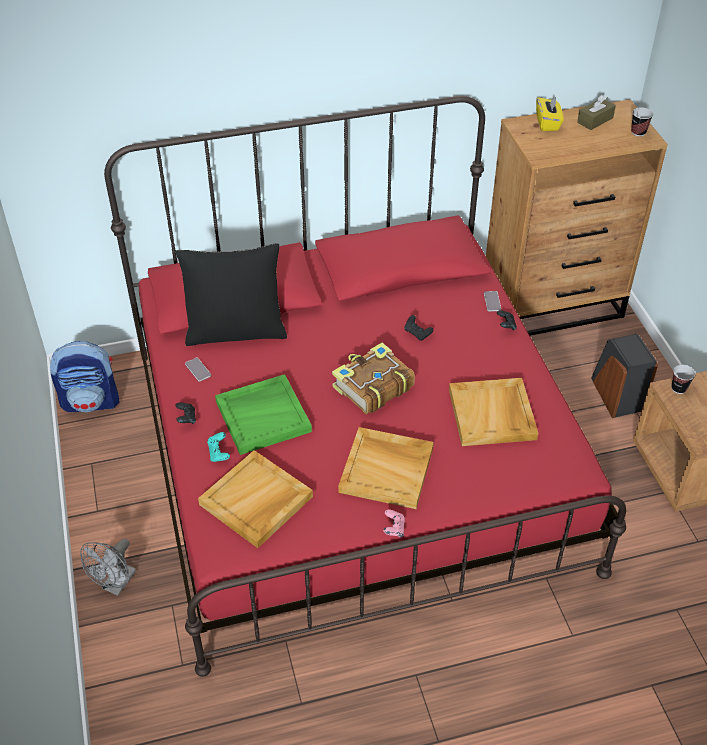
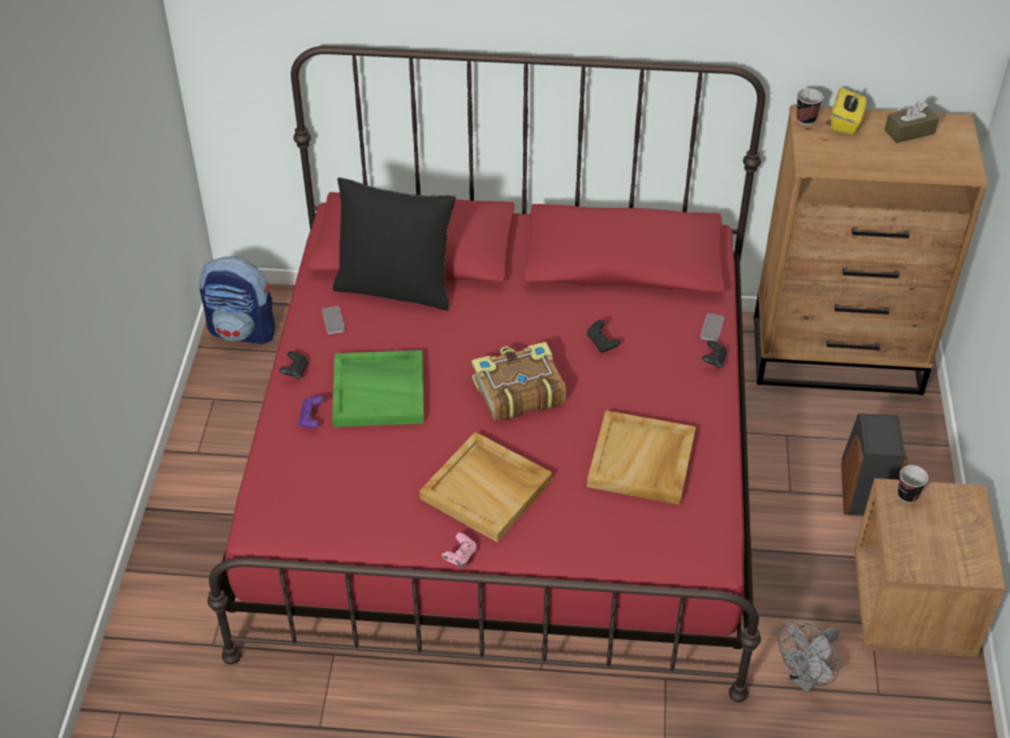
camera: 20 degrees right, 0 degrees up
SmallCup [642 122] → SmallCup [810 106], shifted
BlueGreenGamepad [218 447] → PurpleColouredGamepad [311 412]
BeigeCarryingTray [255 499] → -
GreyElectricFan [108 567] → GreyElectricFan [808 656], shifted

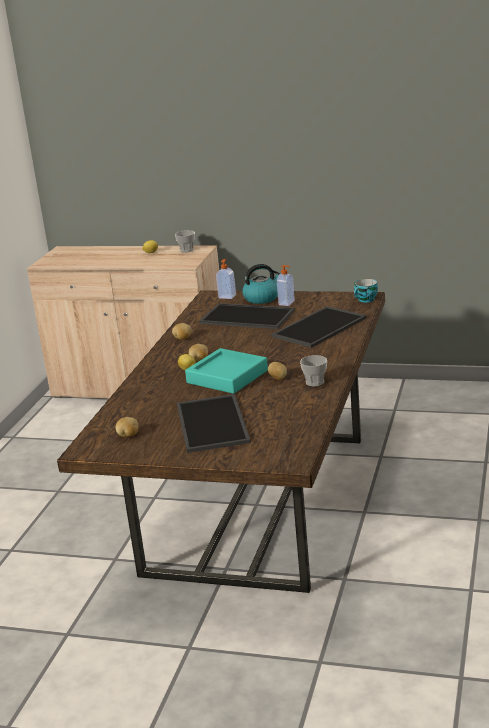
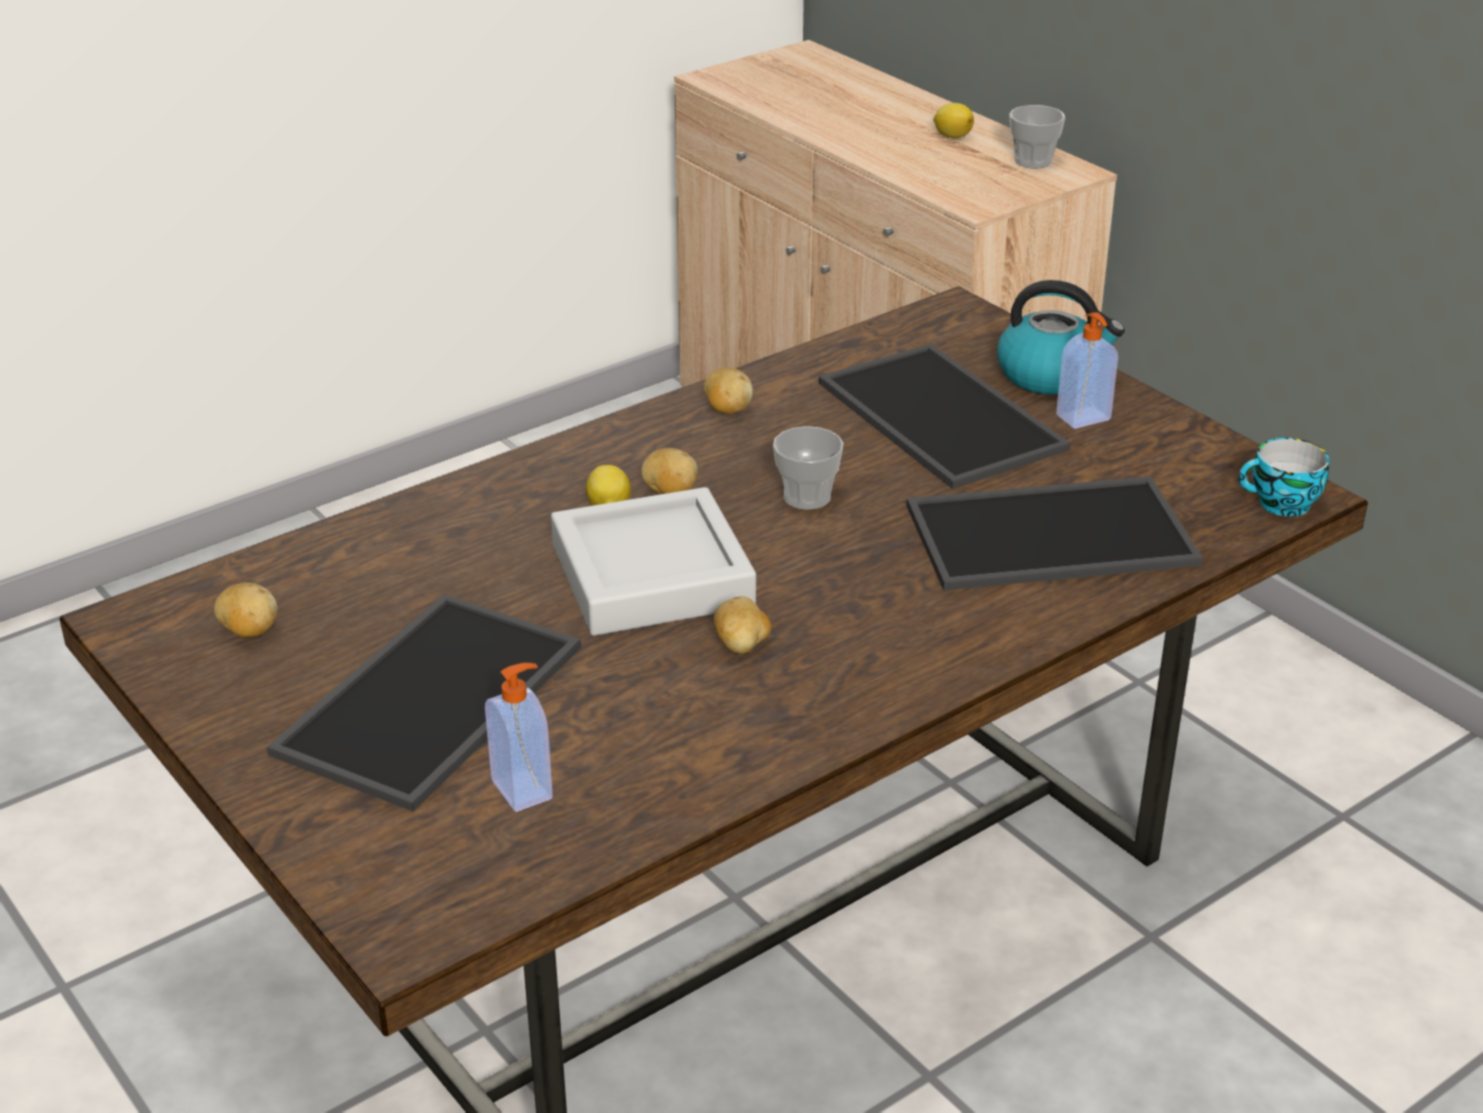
camera: 35 degrees right, 10 degrees up
SoapBottle [226 279] → SoapBottle [519 737], shifted
BlueGreenCarryingTray [226 371] → GreyCarryingTray [653 561]
SmallCup [313 371] → SmallCup [808 468], shifted

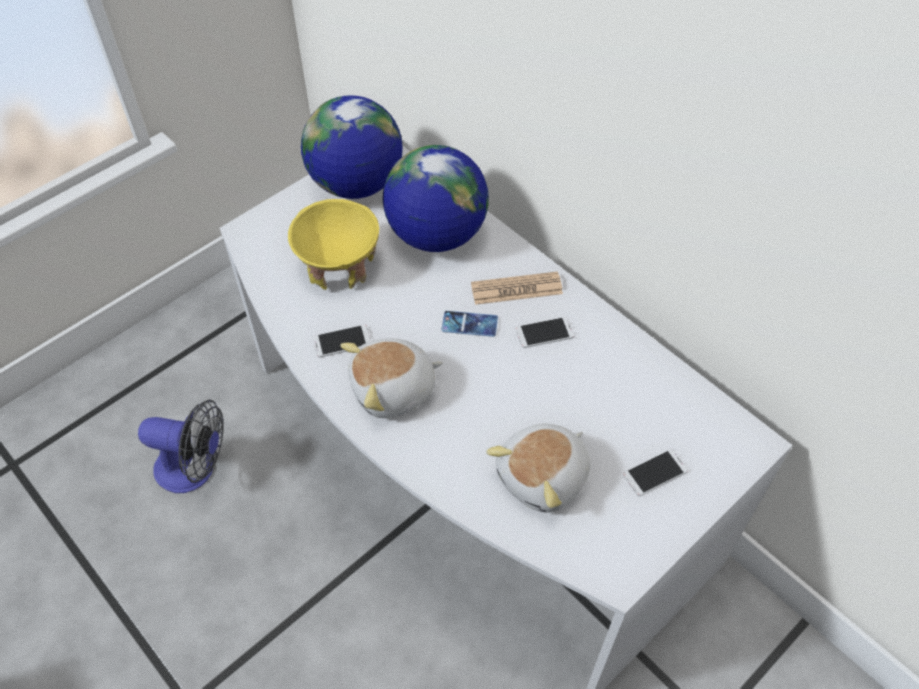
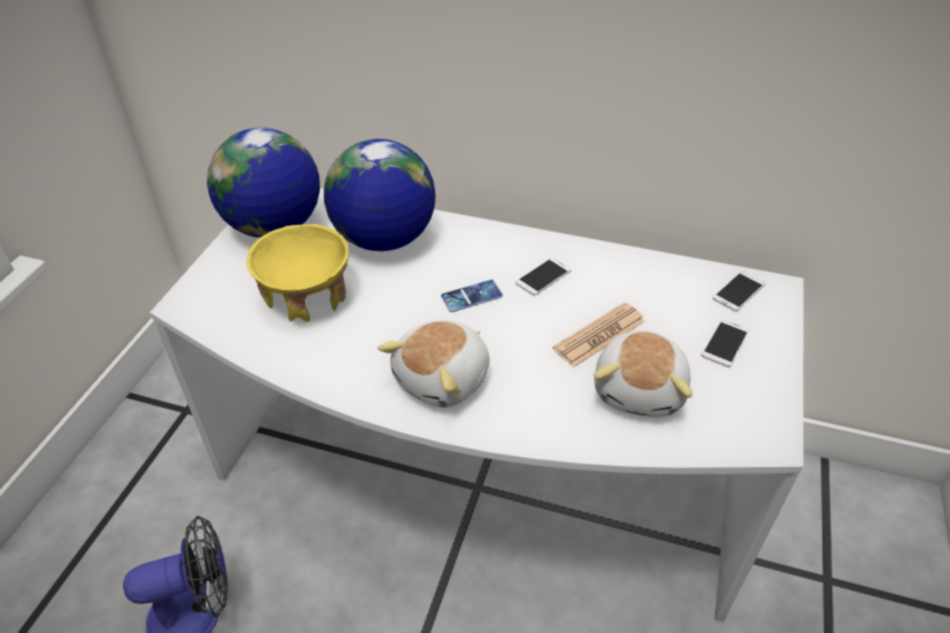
camera: 30 degrees left, 10 degrees down
DailyPaper [517 288] → DailyPaper [599 334], shifted
Telephone [342 340] → Telephone [739 291], shifted

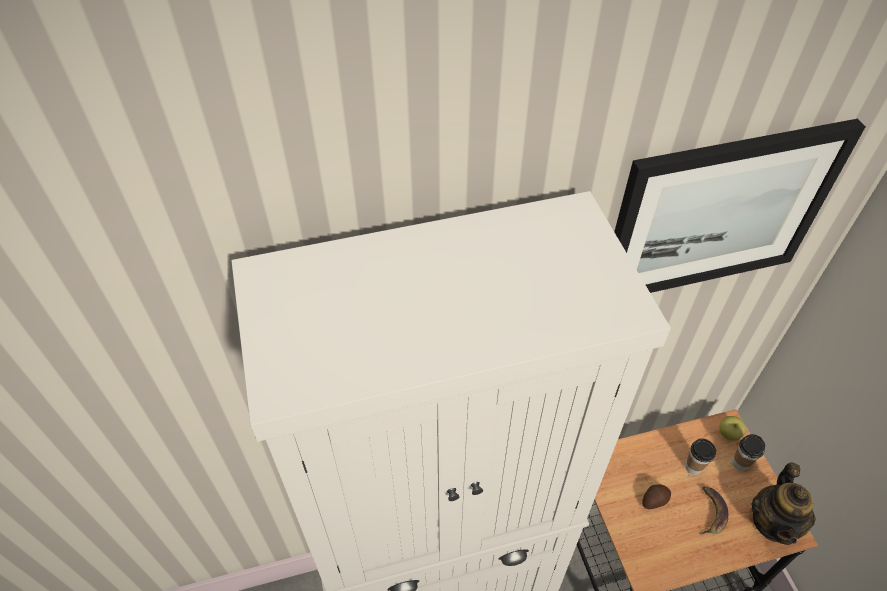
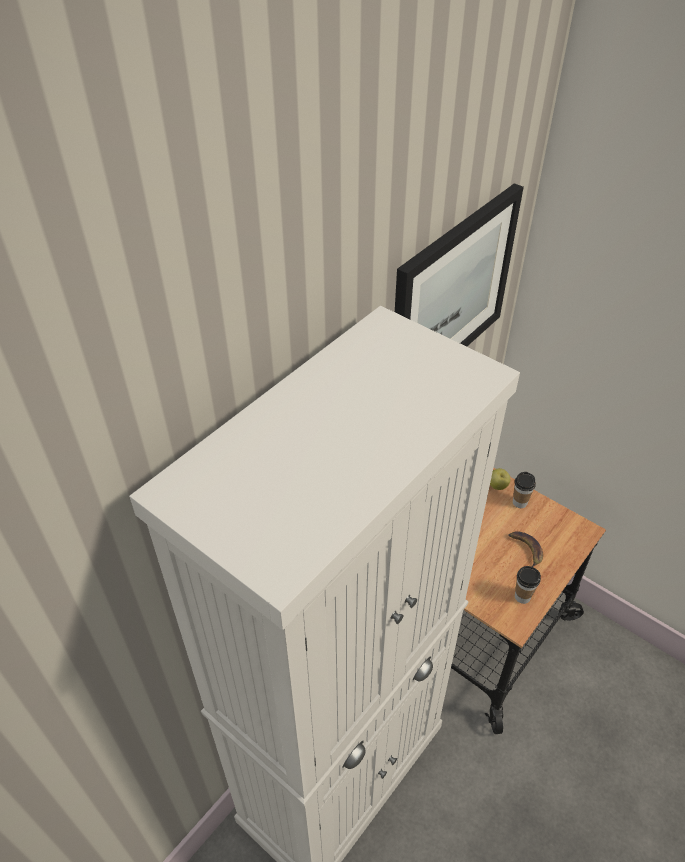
camera: 35 degrees left, 5 degrees down
SmallCup [700 456] → SmallCup [528 585], shifted
TeaPot [784 503] → -
Potato [656 496] → -

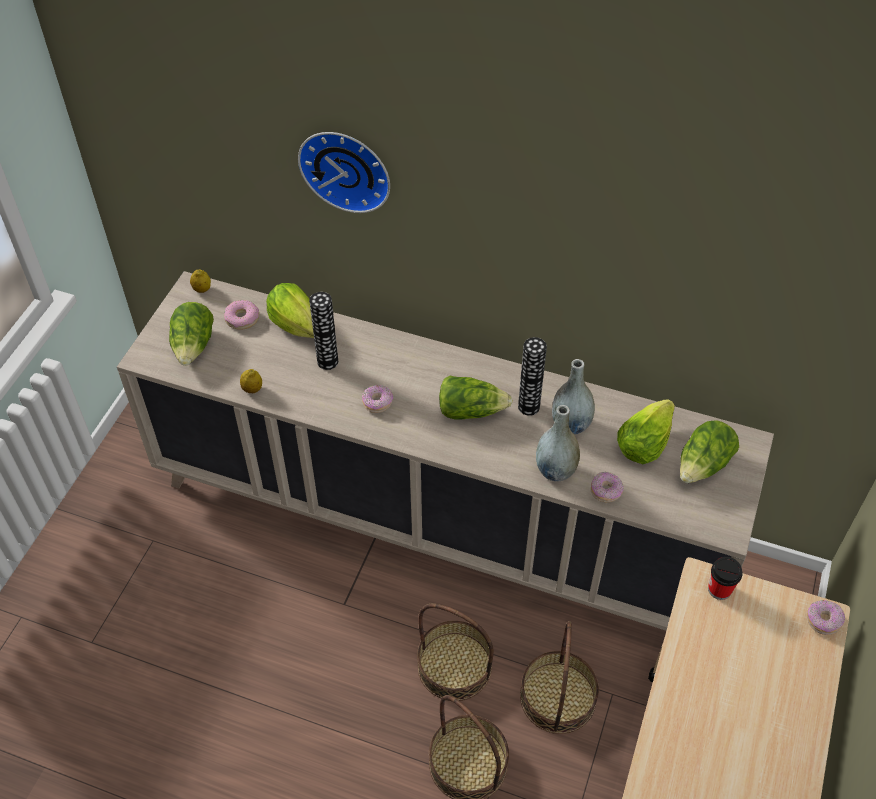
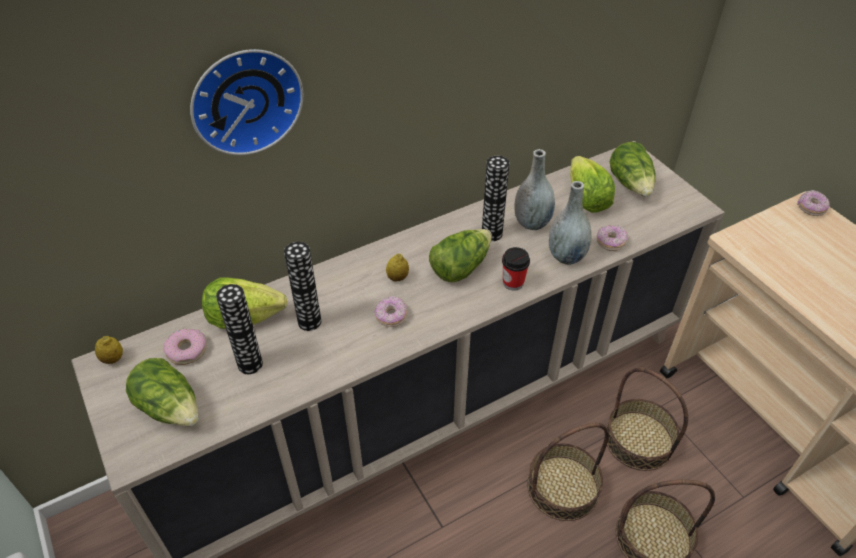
camera: 50 degrees left, 5 degrees down
Lemon [251 381] → Lemon [397 268], shifted
SmallCup [725 578] → SmallCup [516 269], shifted
- → DecorativeVase [239 329]

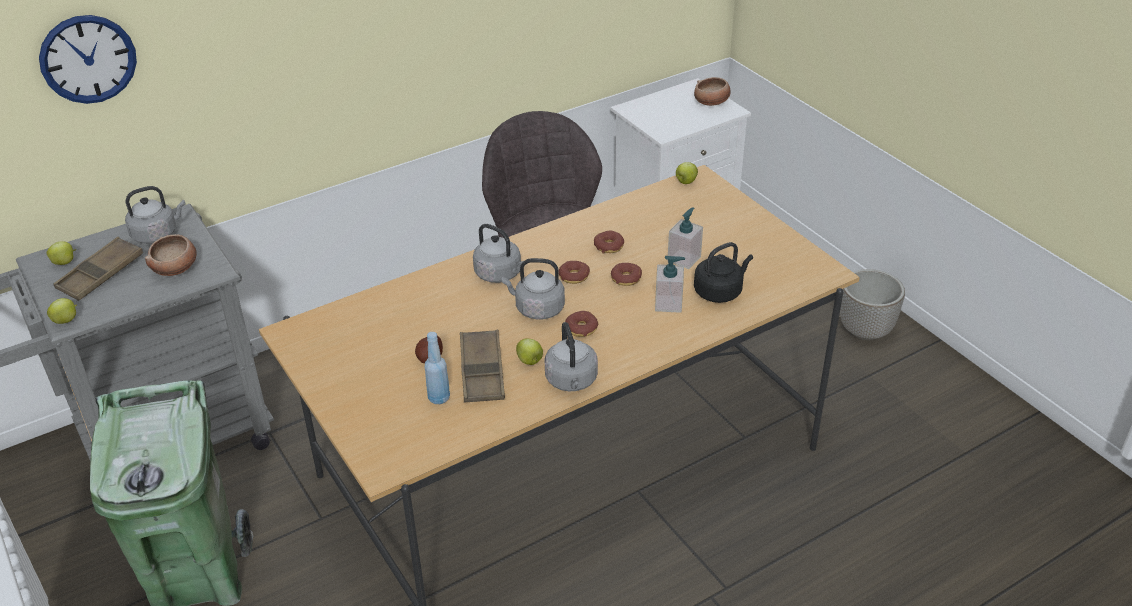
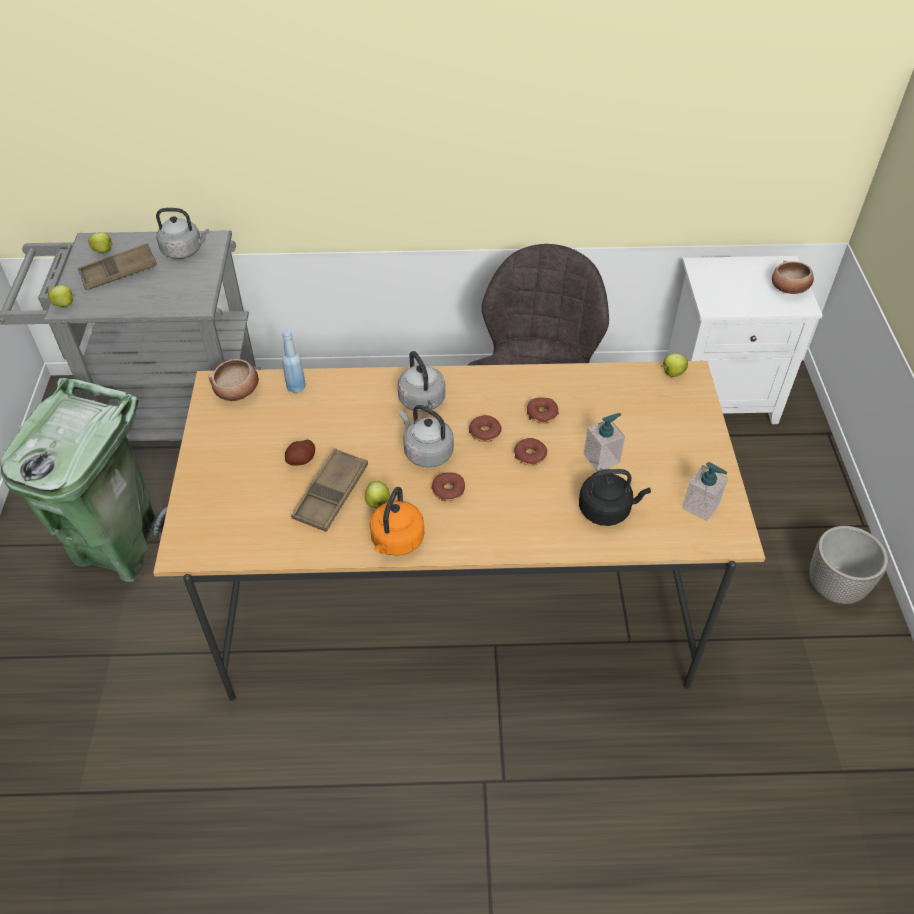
camera: 30 degrees right, 10 degrees up
ClockOnTheWall [88 59] → -
DeepDish [171 255] → DeepDish [233 380], shifted
SoapBottle [670 284] → SoapBottle [705 491], shifted
GreyKettle [571 356] → OrangeyKettle [397 521]
BlueBeverageBottle [437 368] → BlueBeverageBottle [294 361], shifted

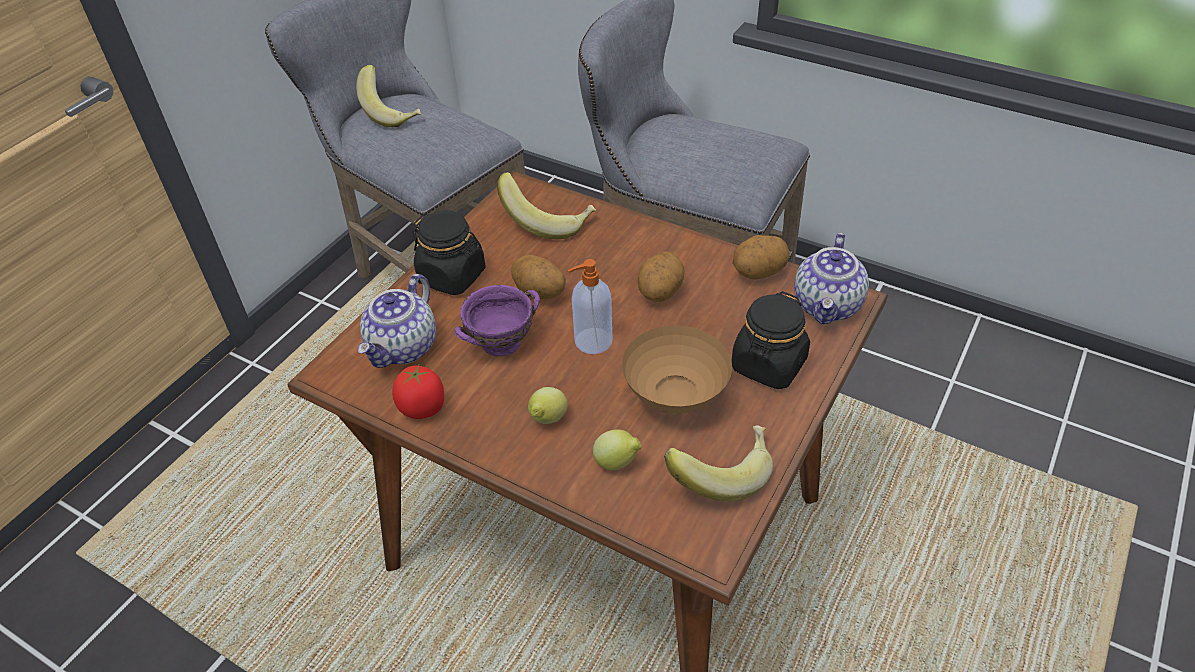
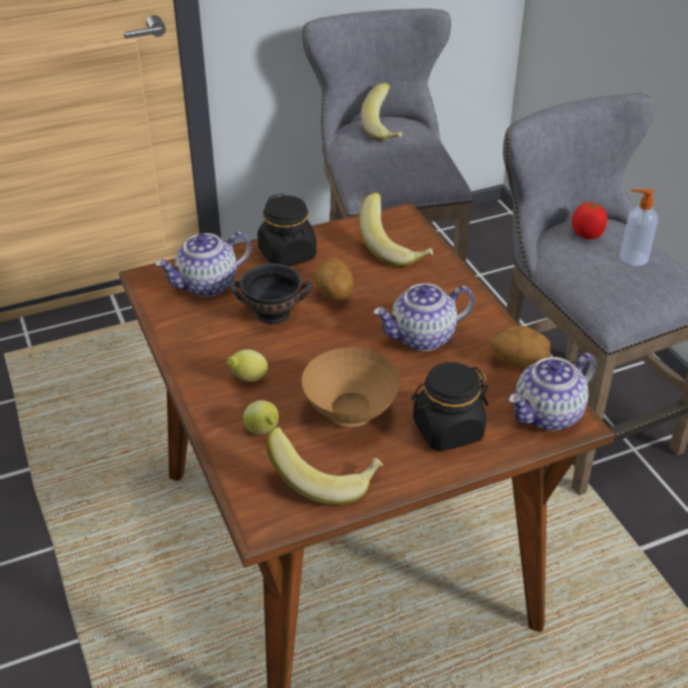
camera: 35 degrees right, 5 degrees down
Potato [661 277] → TeaPot [423 317]
SoapBottle [590 306] → SoapBottle [639 227], shifted
PurpleColouredDeepDish [497 320] → BlackColouredDeepDish [271 294]
Tomato [418 392] → Tomato [589 220], shifted

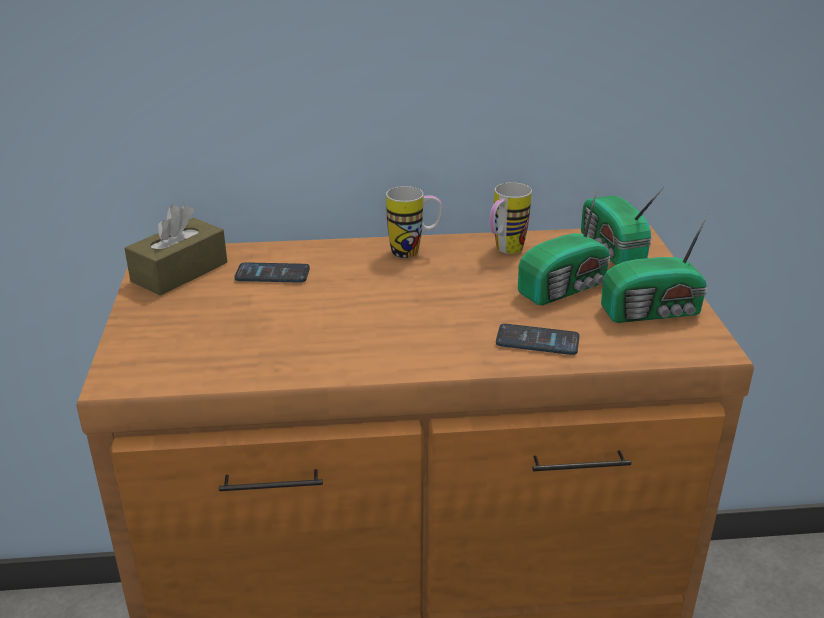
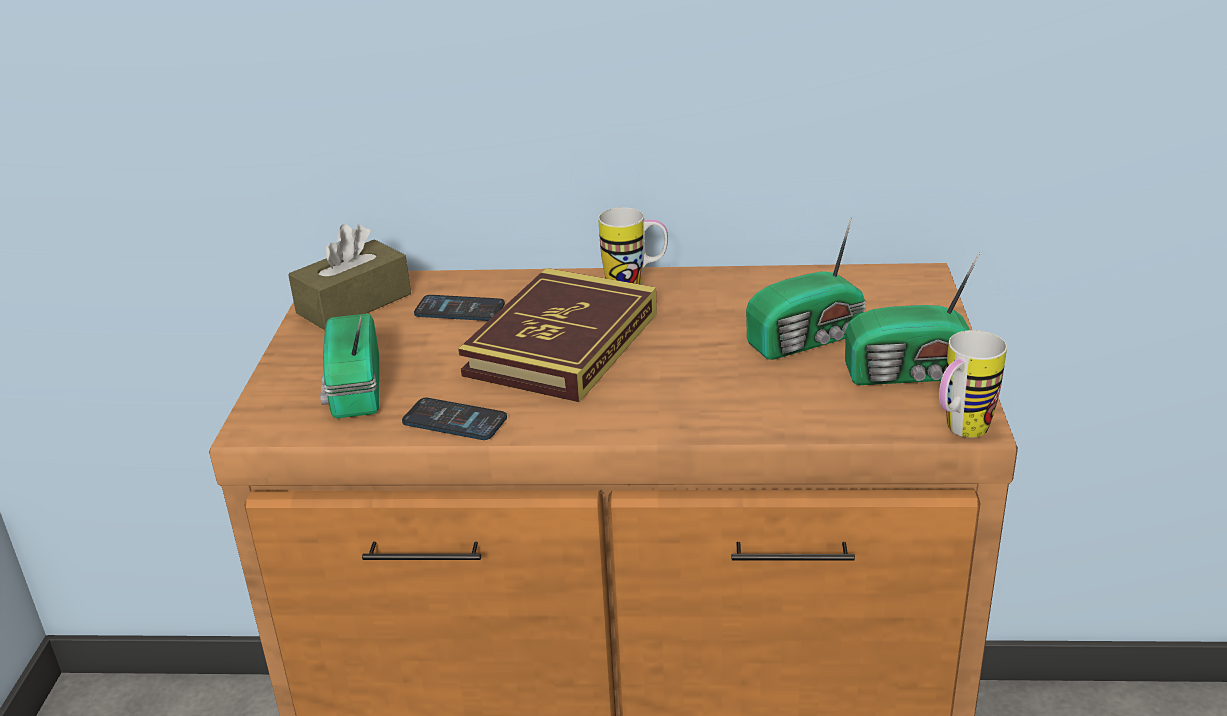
camera: 10 degrees right, 0 degrees up
CoffeeMug [511 218] → CoffeeMug [973 383], shifted
RadioSet [622 226] → RadioSet [349 366], shifted
Telephone [538 339] → Telephone [454 419], shifted
- → BoundBook [557 335]

